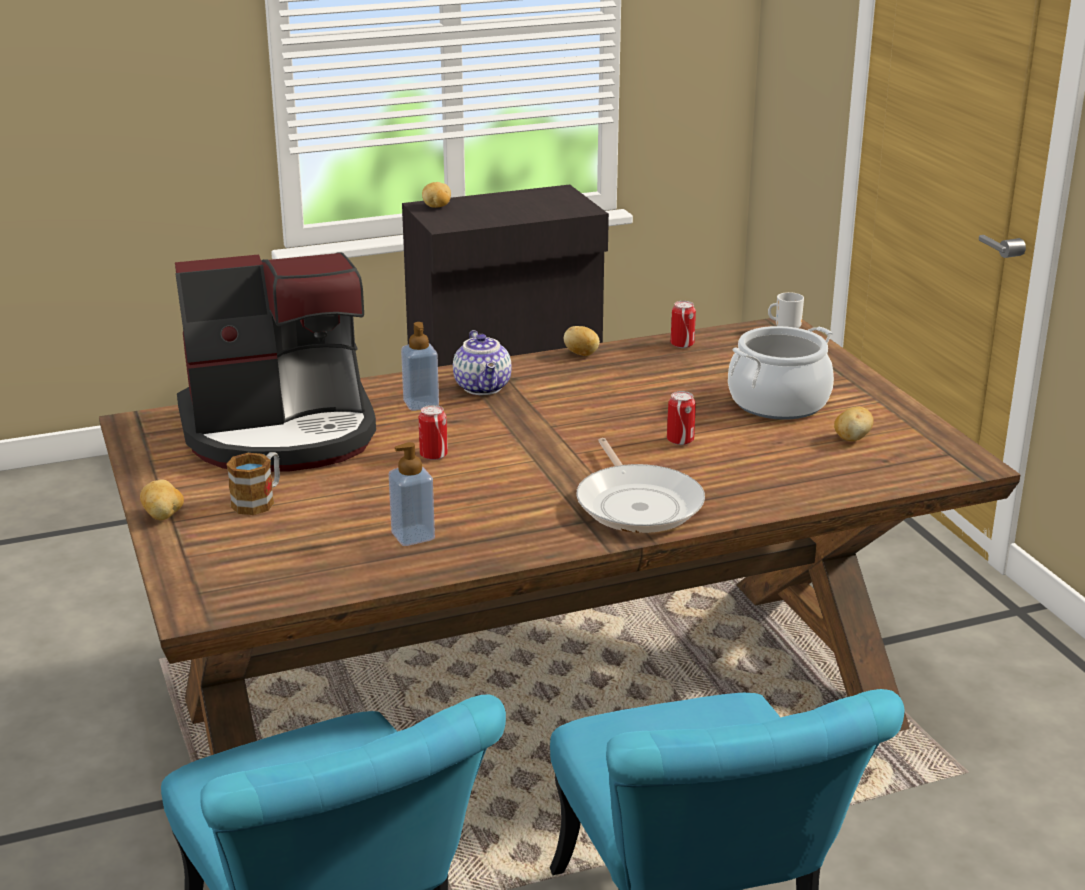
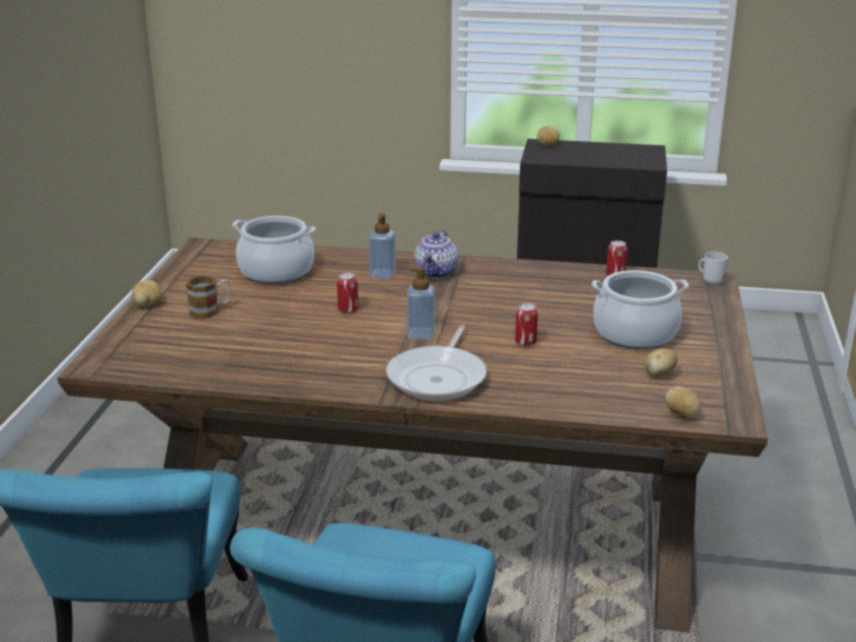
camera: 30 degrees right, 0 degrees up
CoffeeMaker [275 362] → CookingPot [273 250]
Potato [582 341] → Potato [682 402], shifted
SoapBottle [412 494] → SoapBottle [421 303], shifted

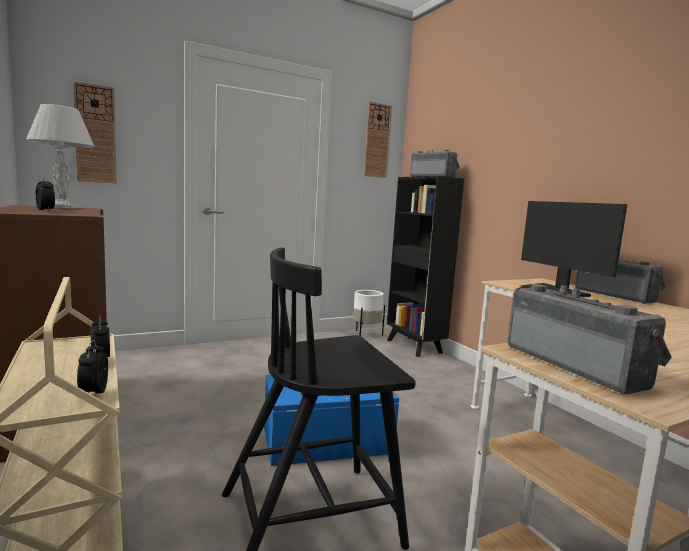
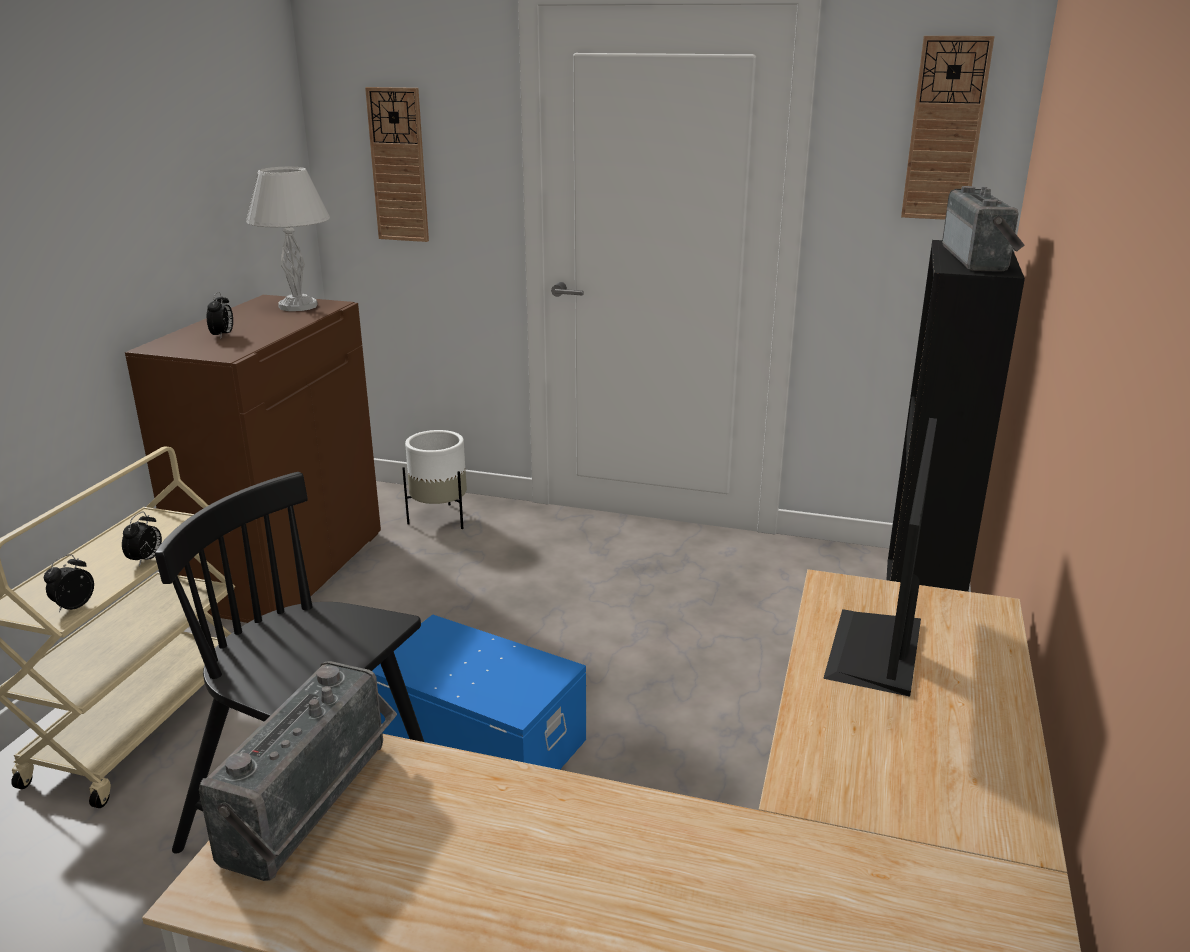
camera: 45 degrees right, 15 degrees up
RadioSet [620 282] → -
WhitishPlanter [369 313] → WhitishPlanter [434 479], shifted

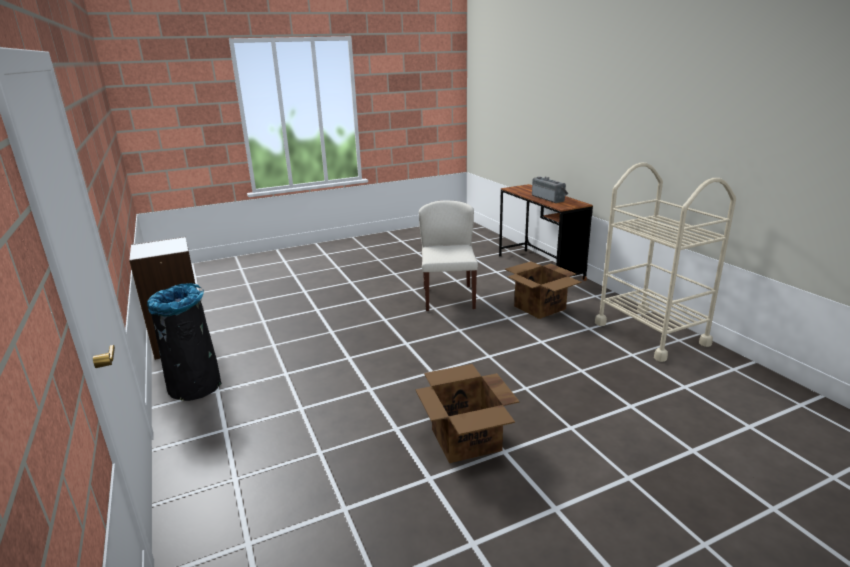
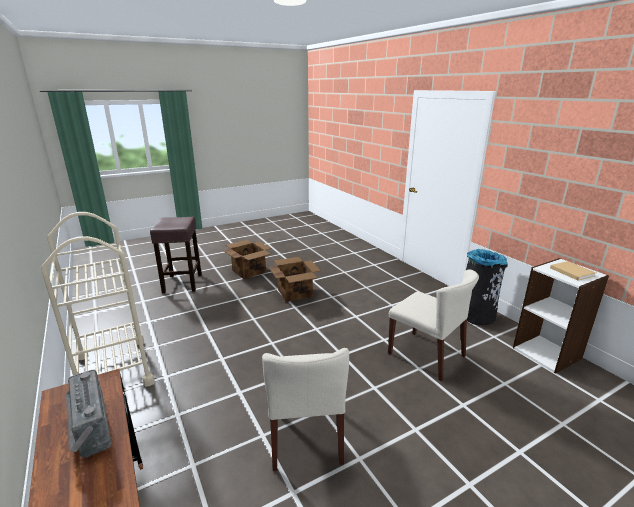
camera: 175 degrees right, 0 degrees up
Carton [543 290] → Carton [247 259], shifted
- → BrownishStool [176 255]
- → BeigeBoundBook [573 271]
- → BeigeUprightChair [433 325]

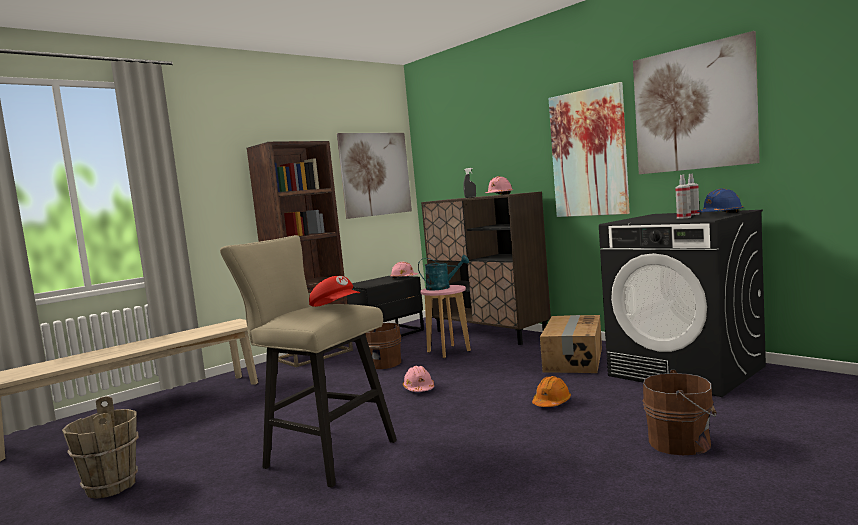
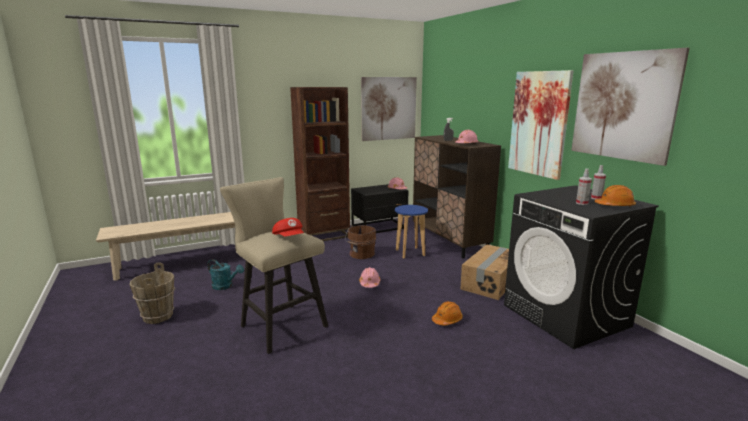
camera: 15 degrees right, 10 degrees up
BlueHardHat [720 200] → OrangeyHardHat [615 196]
BlueGreenSprinklingCan [443 272] → BlueGreenSprinklingCan [225 274], shifted
PinkishStool [445 321] → BlueStool [411 232]
BrownishWaterBucket [680 412] → -

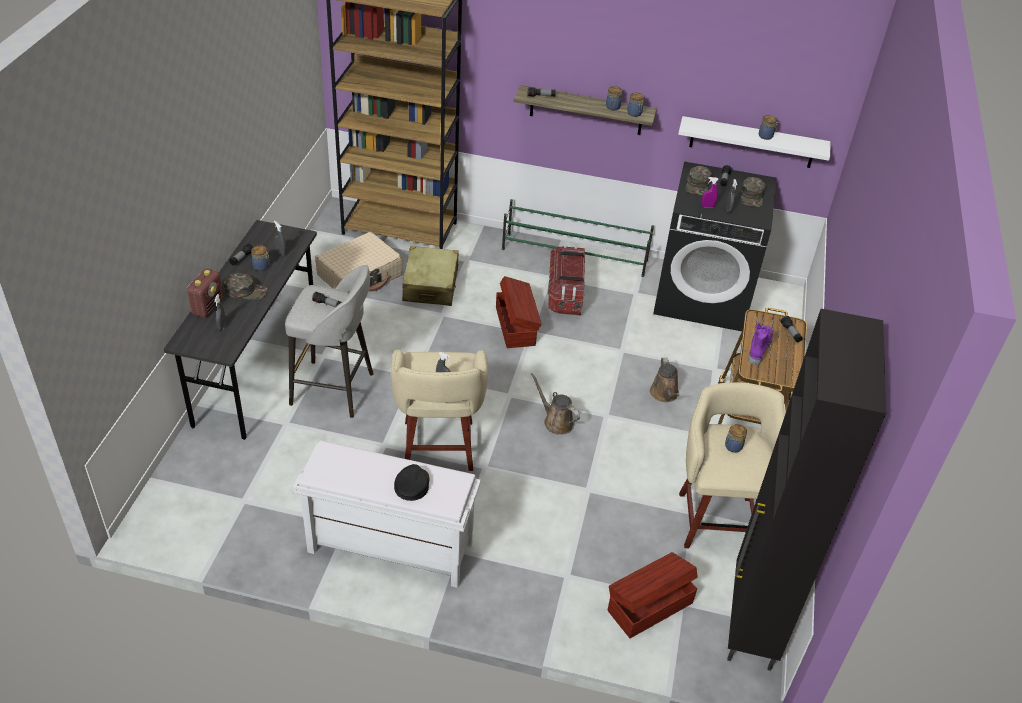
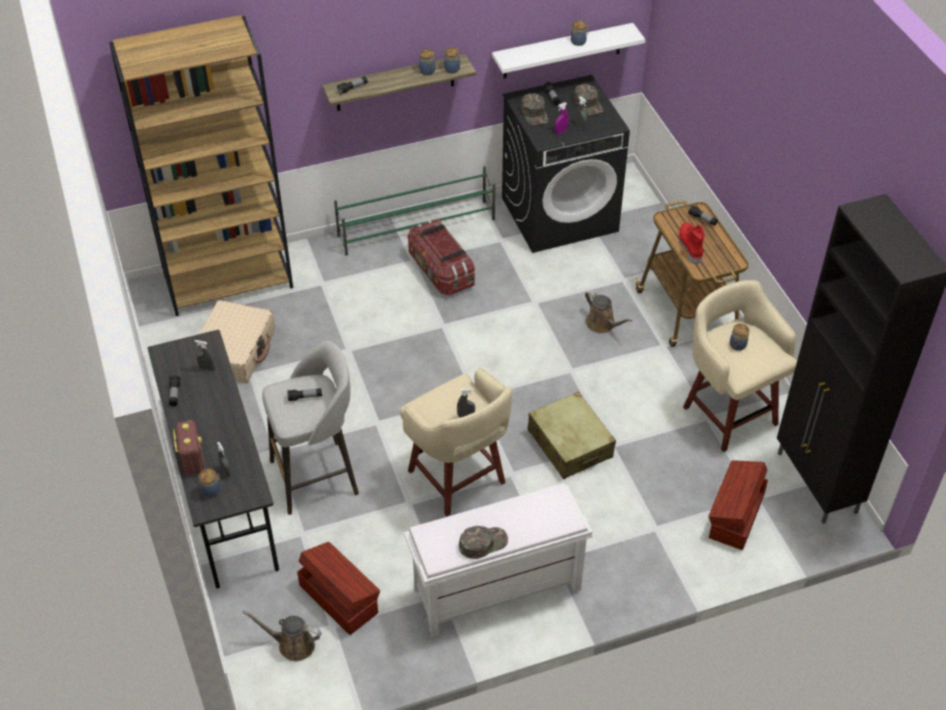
camera: 30 degrees left, 5 degrees up
PreserveJar [260 258] → PreserveJar [210 483], shifted
BeigeSuitcase [430 276] → BeigeSuitcase [571 435], shifted
GreenCap [246 286] → GreenCap [483 542], shifted
BrownishStorageBox [519 312] → BrownishStorageBox [338 588], shifted
PurpleColouredTallBoot [760 343] → RedTallBoot [691 243]
BrownishSprinklingCan [555 404] → BrownishSprinklingCan [282 635], shifted
BlackColouredCap [411 482] → -

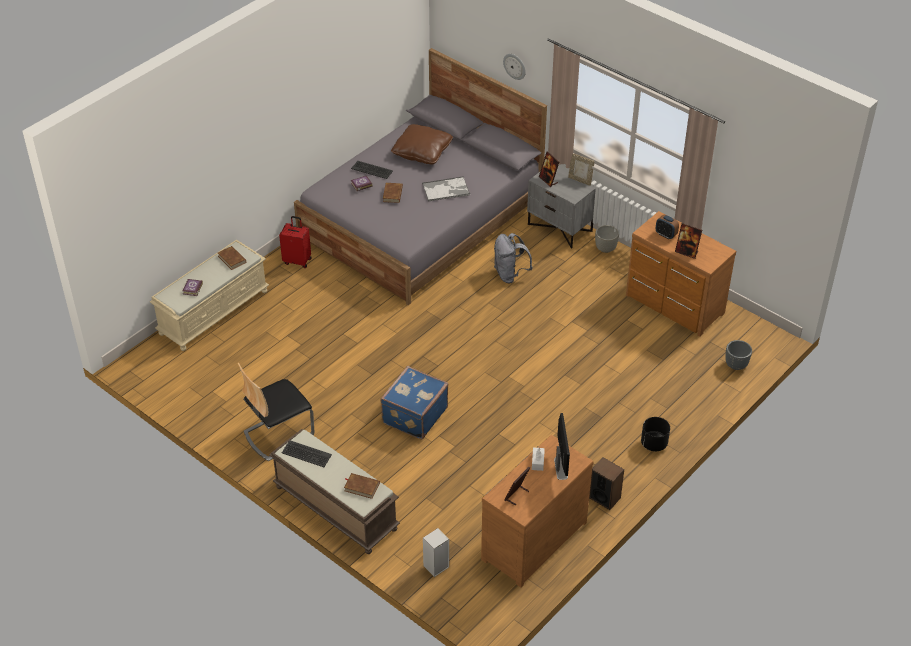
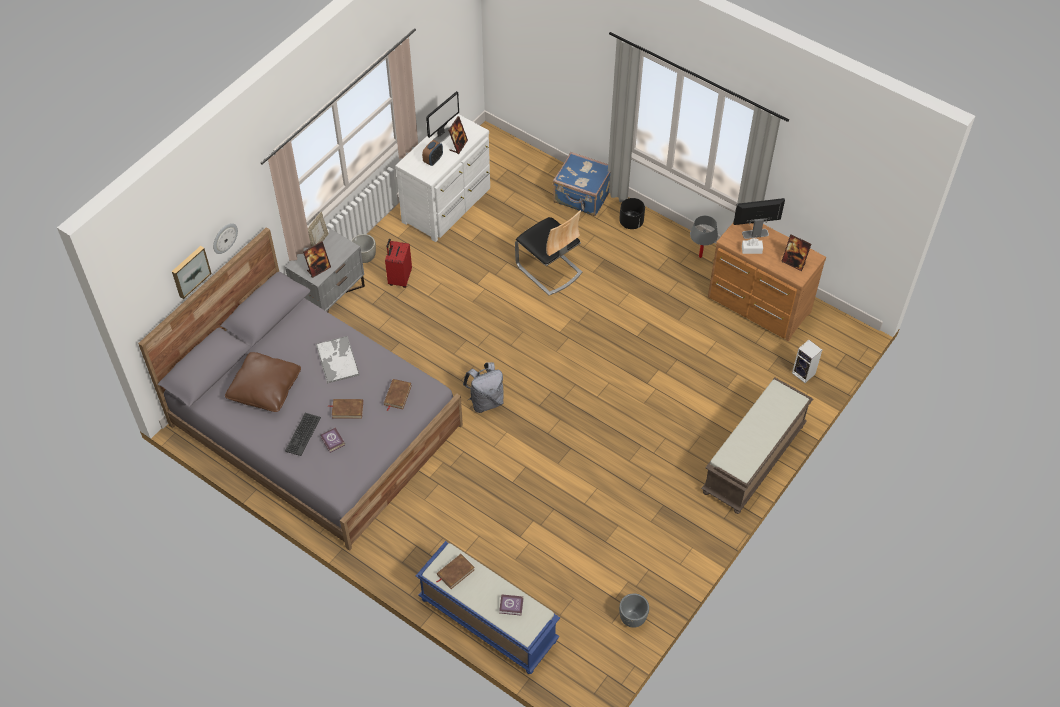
camera: 95 degrees left, 10 degrees up
BrownishChestOfDrawers [681 274] → WhitishChestOfDrawers [442 178]
RedSuitcase [295 242] → RedSuitcase [398 263], shifted
GreyRucksack [513 258] → GreyRucksack [483 387], shifted
BeigeLongSeat [209 295] → BlueLongSeat [488 607]
GreyPlanter [738 355] → GreyPlanter [634 610], shifted
UprightChair [276 412] → UprightChair [548 252], shifted
BlueSuitcase [414 402] → BlueSuitcase [581 184], shifted
Keyboard [307 453] → -
AudioSpeaker [606 483] → GreyTabletopLamp [704 237]
BrownishBoundBook [362 486] → BrownishBoundBook [397 395], shifted
- → ComputerScreen [442 117]
- → WallPicture [192 272]

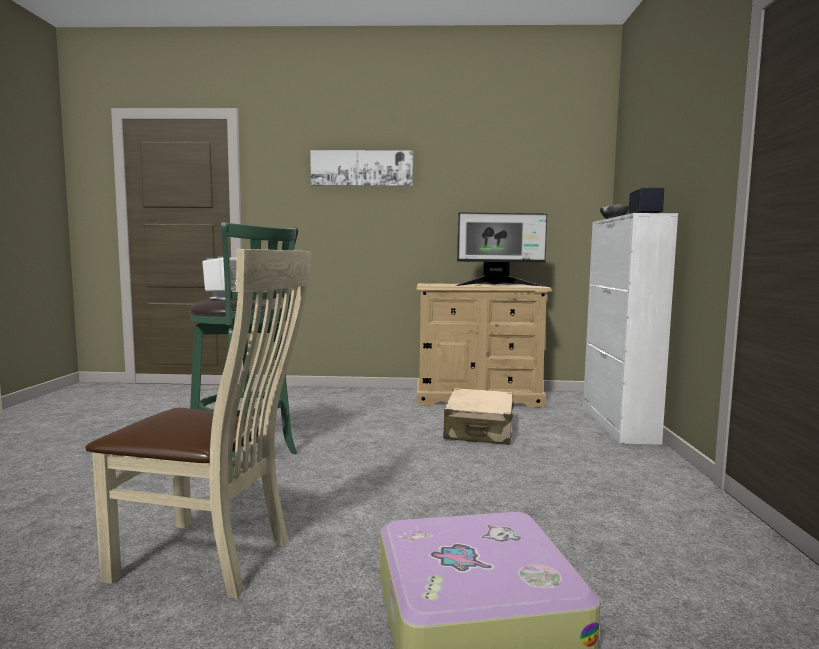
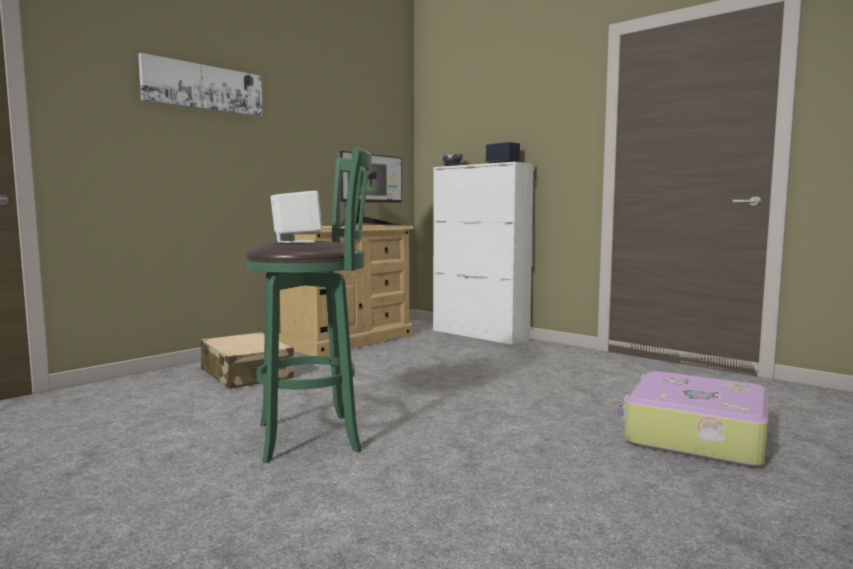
camera: 50 degrees left, 0 degrees up
BeigeUprightChair [199 423] → -
BeigeSuitcase [479 416] → BeigeSuitcase [247 360], shifted

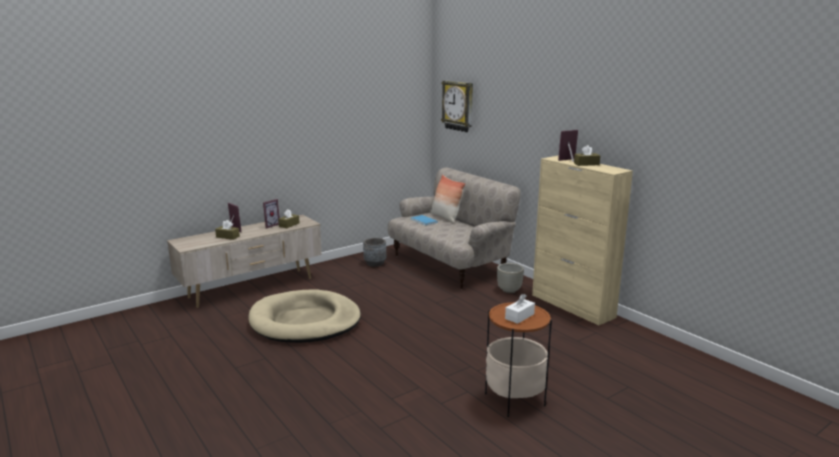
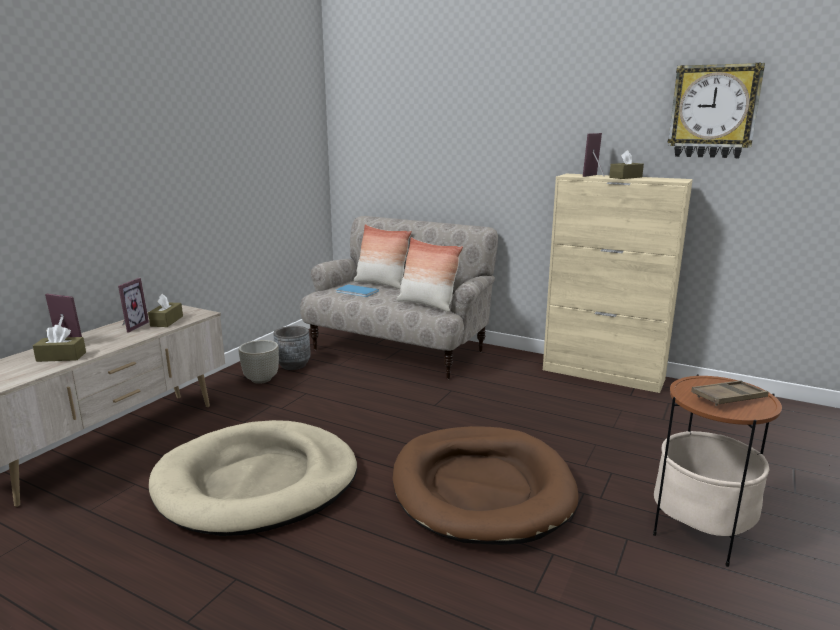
camera: 25 degrees left, 0 degrees up
ClockOnTheWall [457 106] → ClockOnTheWall [716 110], shifted
GreyPlanter [510 278] → GreyPlanter [259 362], shifted
WhitishTissueHolder [520 309] → BrownishCarryingTray [730 393]
- → Pillow [430 274]
- → BrownishDogBed [485 485]

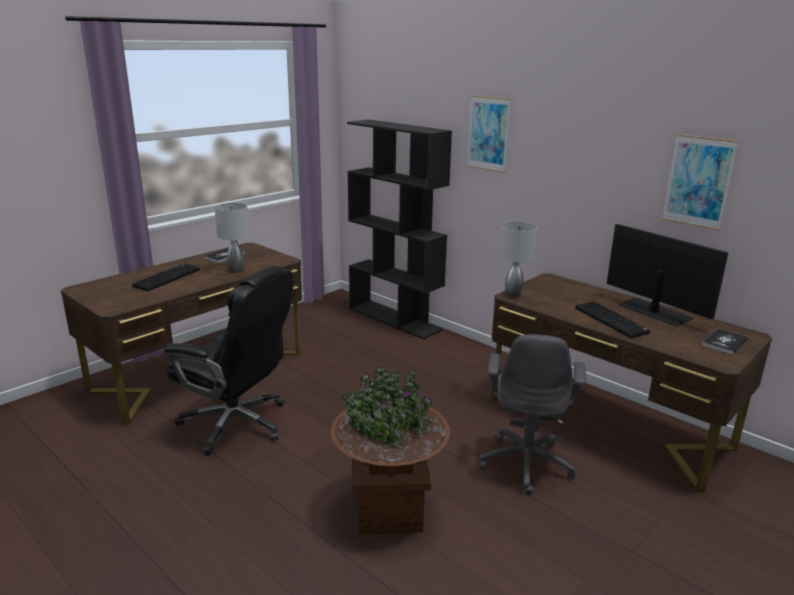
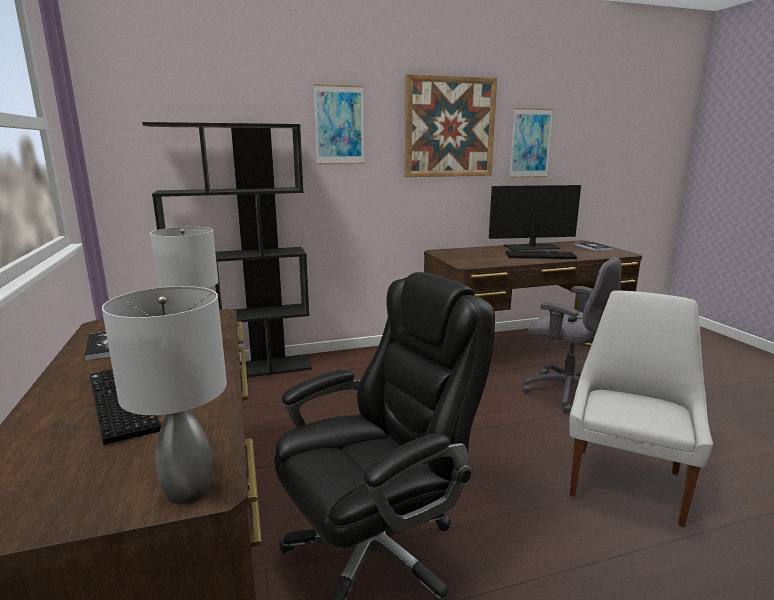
camera: 60 degrees left, 5 degrees down
GreyTabletopLamp [518 260] → GreyTabletopLamp [164 395], shifted
BrownishPlanter [390 451] → WhitishUprightChair [641 408]
- → WallPicture [451 125]

